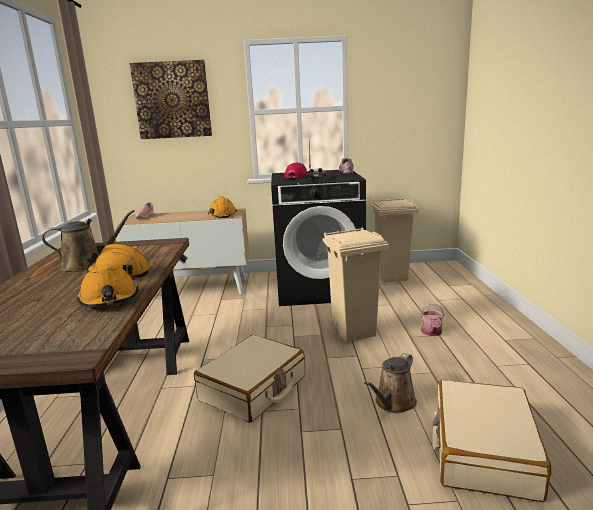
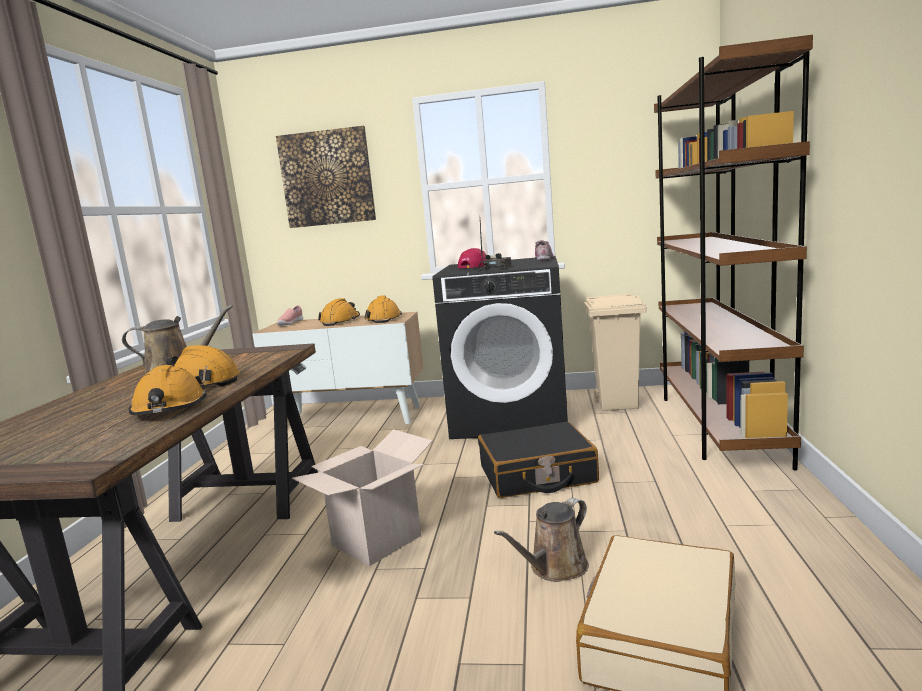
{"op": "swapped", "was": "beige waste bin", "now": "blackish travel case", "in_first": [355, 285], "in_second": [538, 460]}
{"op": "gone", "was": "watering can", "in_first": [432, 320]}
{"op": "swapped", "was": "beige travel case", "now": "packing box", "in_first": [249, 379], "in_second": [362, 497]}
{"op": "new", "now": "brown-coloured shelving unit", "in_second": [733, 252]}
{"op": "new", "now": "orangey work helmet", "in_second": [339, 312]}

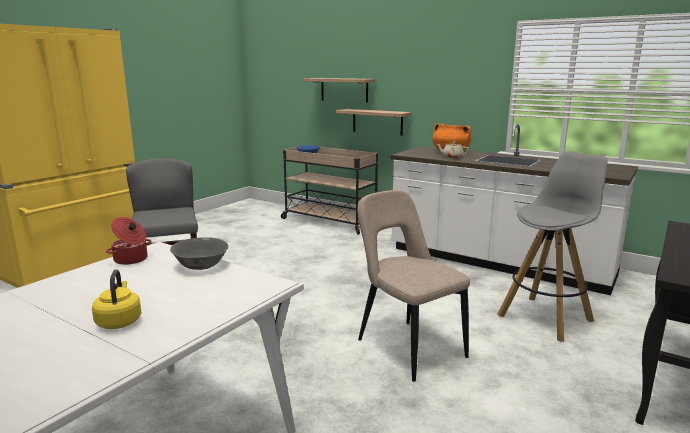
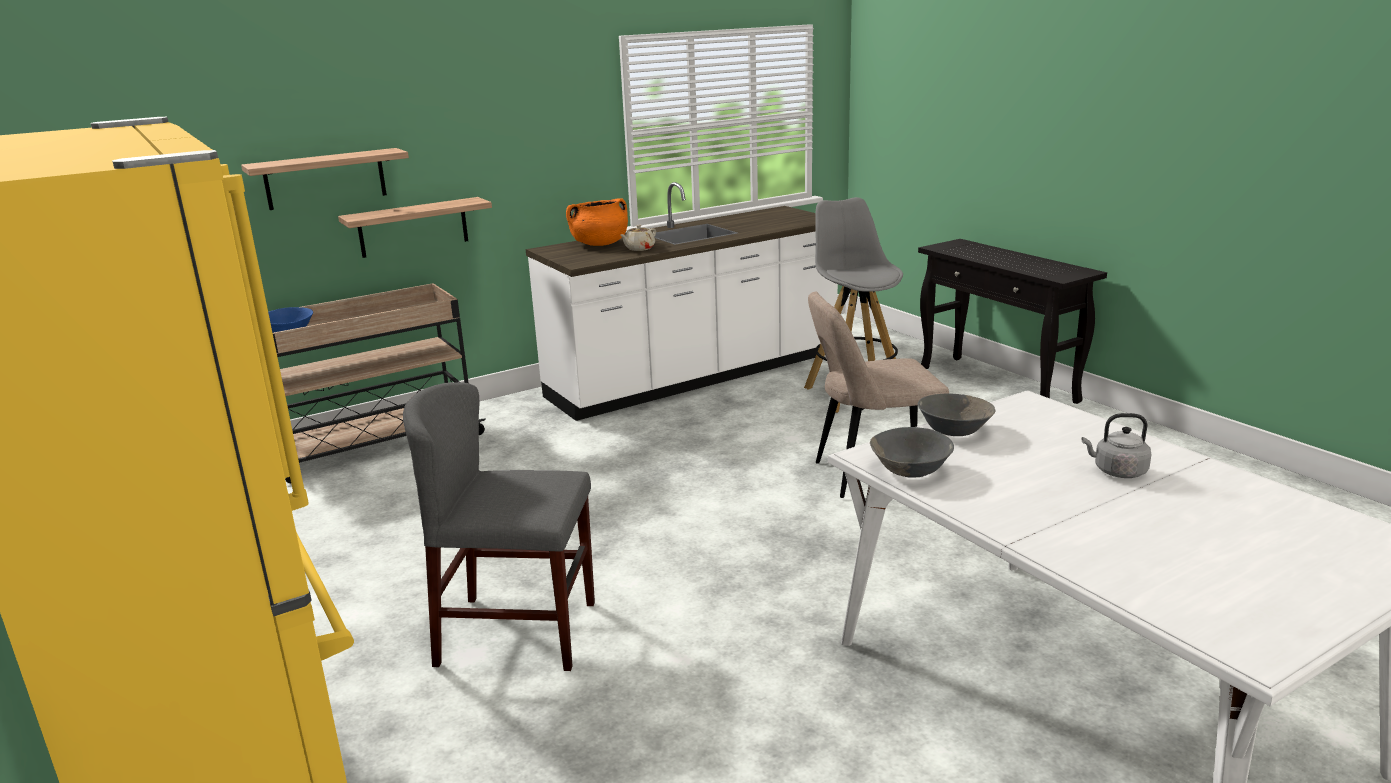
{"op": "swapped", "was": "saucepot", "now": "greyish serving bowl", "in_first": [129, 241], "in_second": [912, 452]}
{"op": "repainted", "was": "yellow-coloured kettle", "now": "greyish kettle", "in_first": [116, 299], "in_second": [1117, 445]}

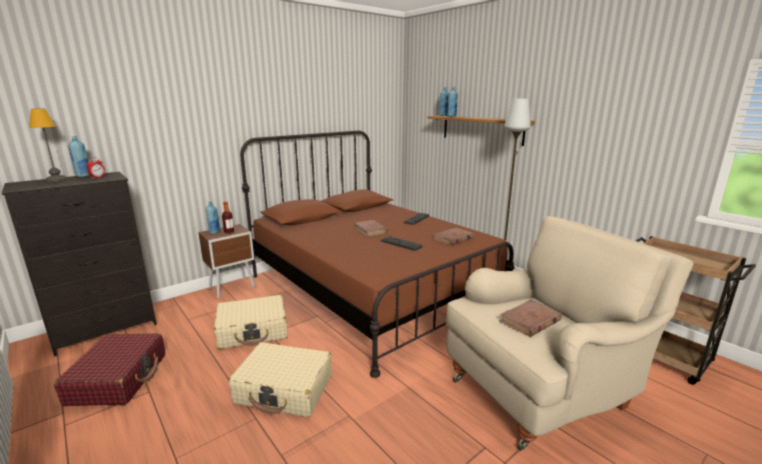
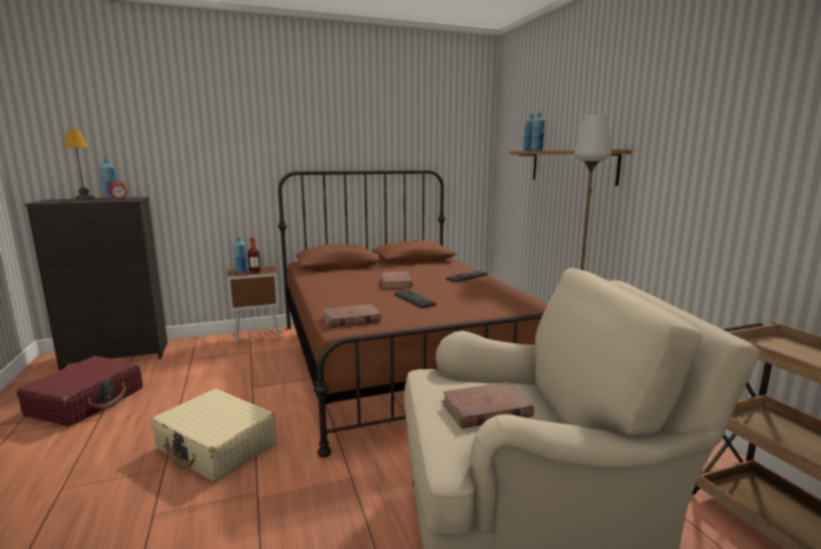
{"op": "shifted", "was": "brown-coloured bound book", "in_first": [453, 236], "in_second": [351, 316]}
{"op": "gone", "was": "beige travel case", "in_first": [251, 322]}

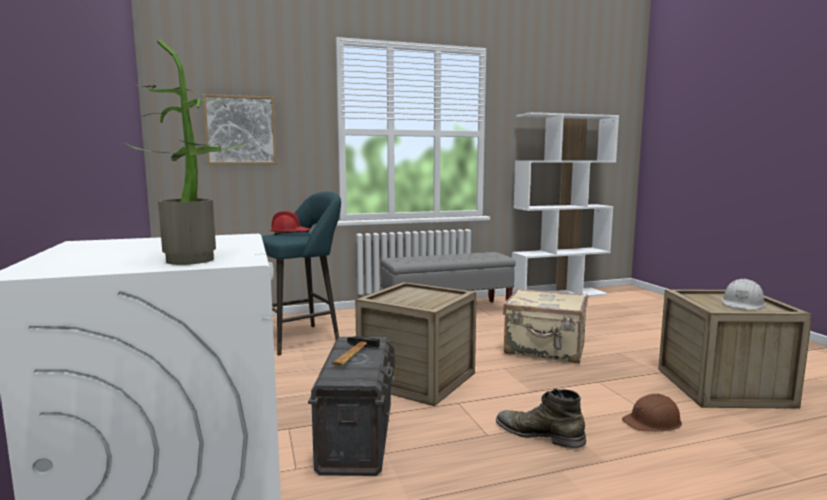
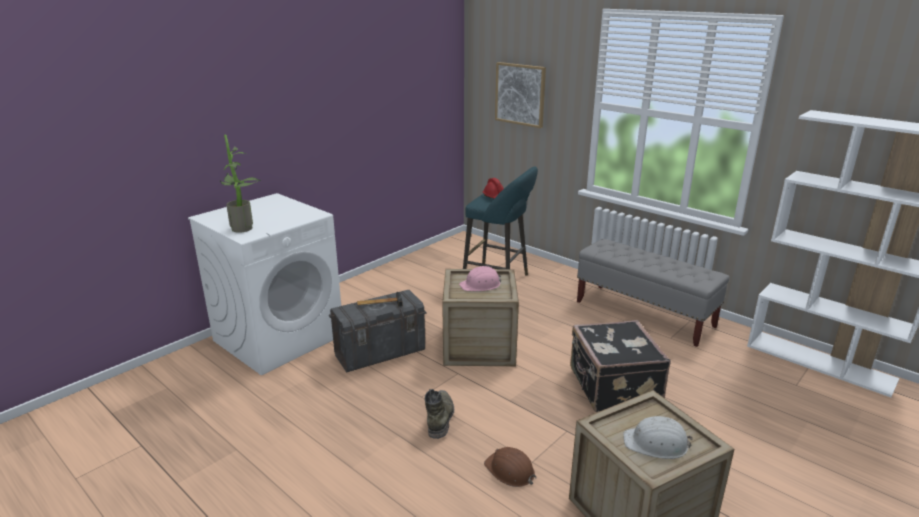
{"op": "repainted", "was": "beige travel case", "now": "blackish travel case", "in_first": [545, 326], "in_second": [620, 366]}
{"op": "new", "now": "pink work helmet", "in_second": [480, 278]}

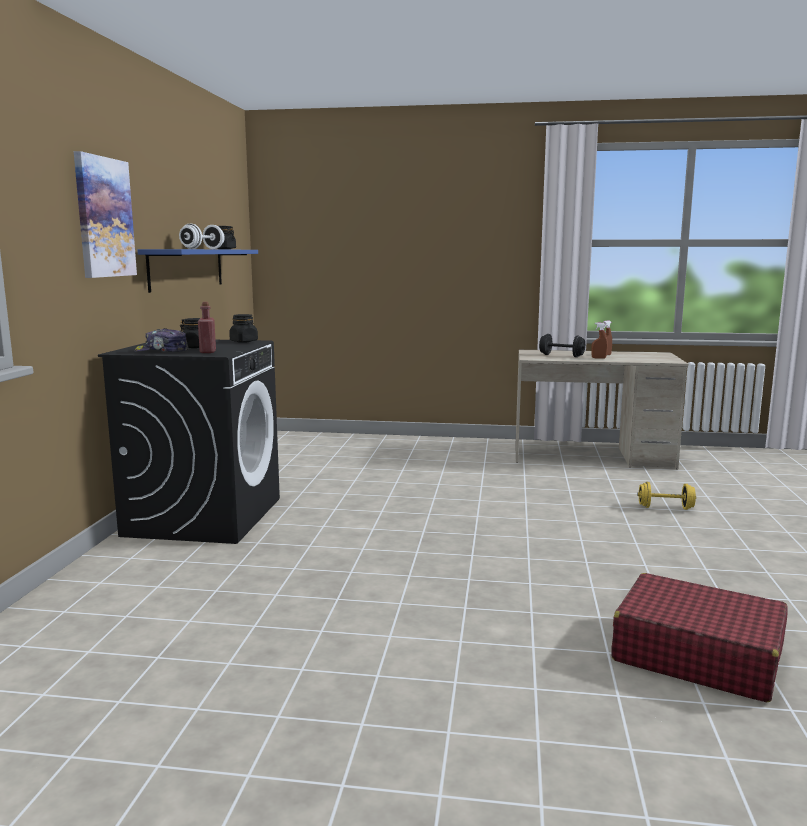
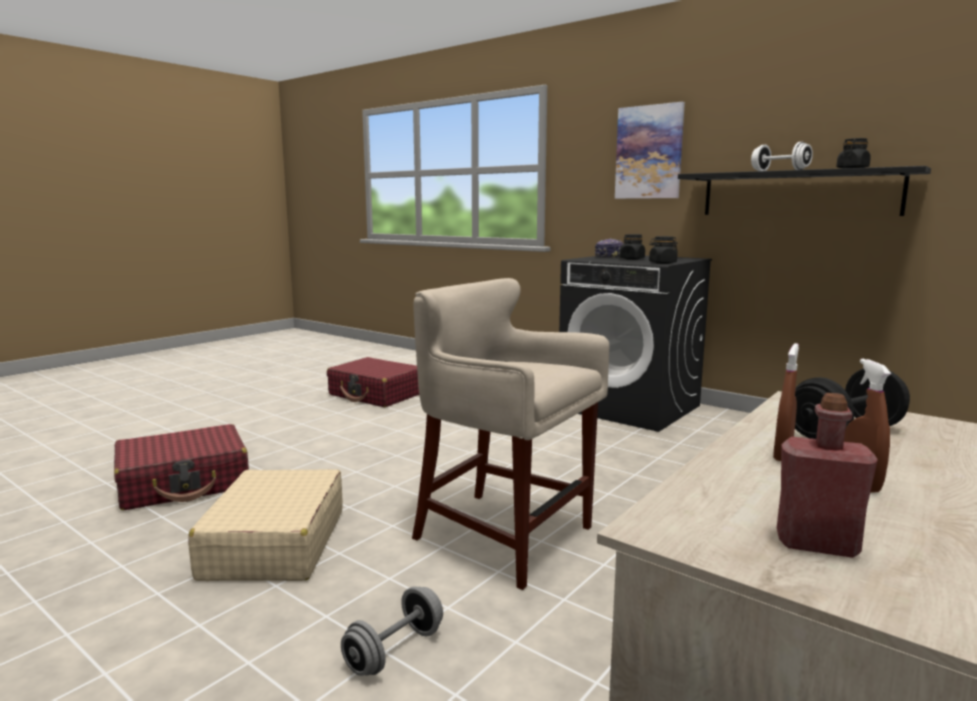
{"op": "repainted", "was": "bluish shelf", "now": "blackish shelf", "in_first": [197, 271], "in_second": [804, 191]}
{"op": "shifted", "was": "reddish drink bottle", "in_first": [207, 327], "in_second": [827, 475]}
{"op": "repainted", "was": "yellow-coloured dumbbell", "now": "greyish dumbbell", "in_first": [666, 496], "in_second": [392, 631]}
{"op": "new", "now": "beige stool seat", "in_second": [510, 434]}
{"op": "new", "now": "reddish travel case", "in_second": [373, 382]}
{"op": "new", "now": "beige travel case", "in_second": [265, 525]}

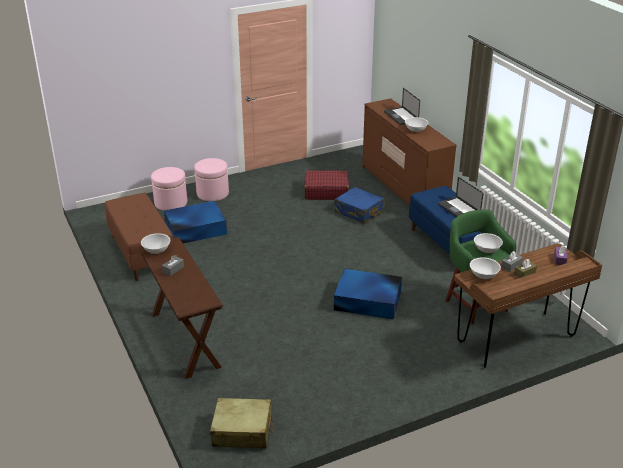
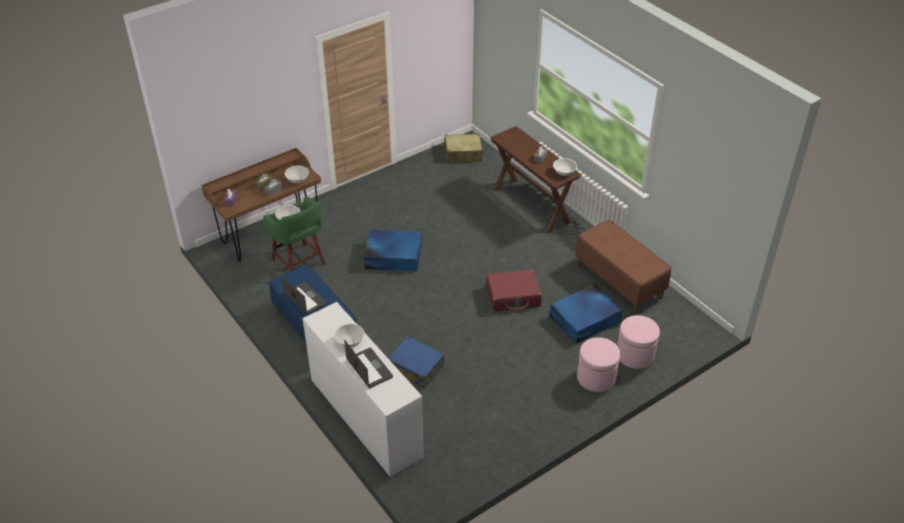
{"op": "repainted", "was": "brown-coloured chest of drawers", "now": "whitish chest of drawers", "in_first": [409, 152], "in_second": [363, 389]}
{"op": "shifted", "was": "reddish travel case", "in_first": [326, 185], "in_second": [514, 290]}

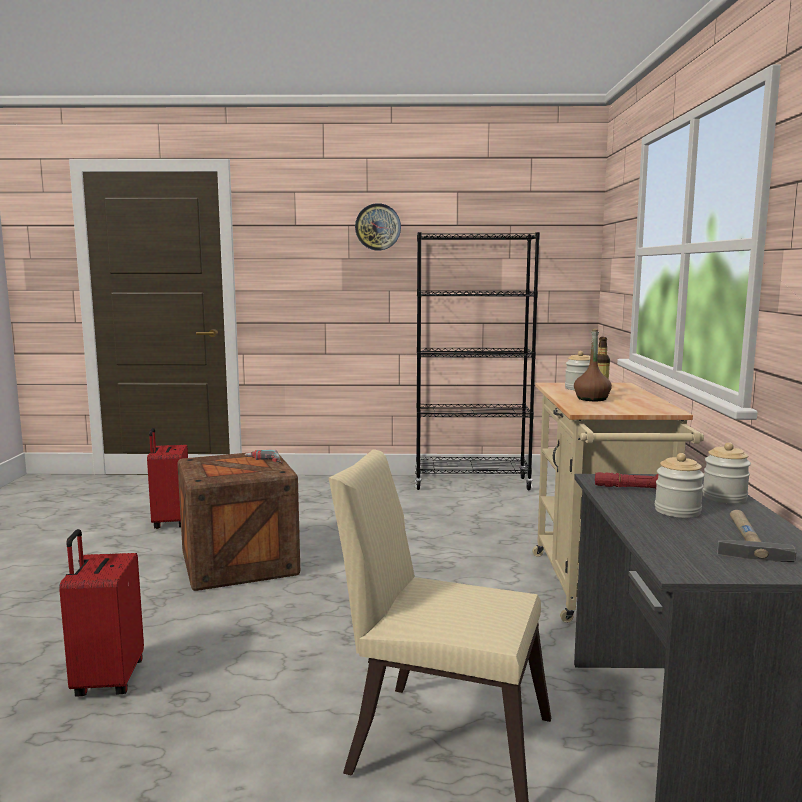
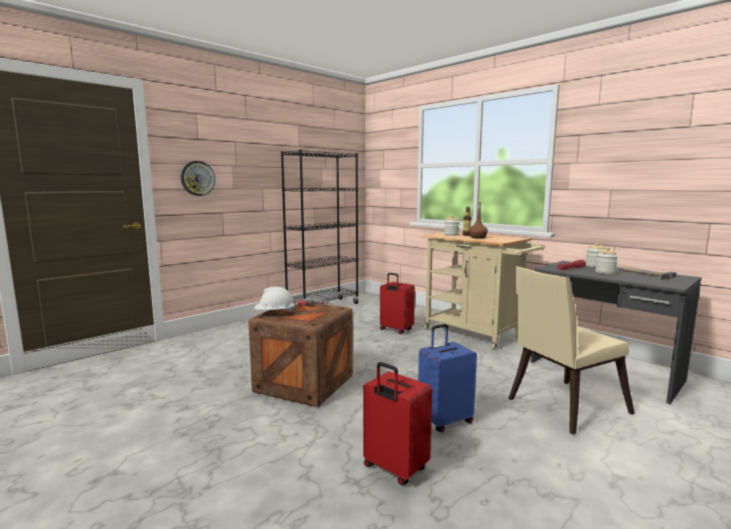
{"op": "shifted", "was": "hanging clock", "in_first": [378, 226], "in_second": [198, 178]}
{"op": "shifted", "was": "reddish travel case", "in_first": [167, 478], "in_second": [397, 303]}
{"op": "new", "now": "whitish work helmet", "in_second": [275, 299]}
{"op": "new", "now": "bluish travel case", "in_second": [447, 378]}

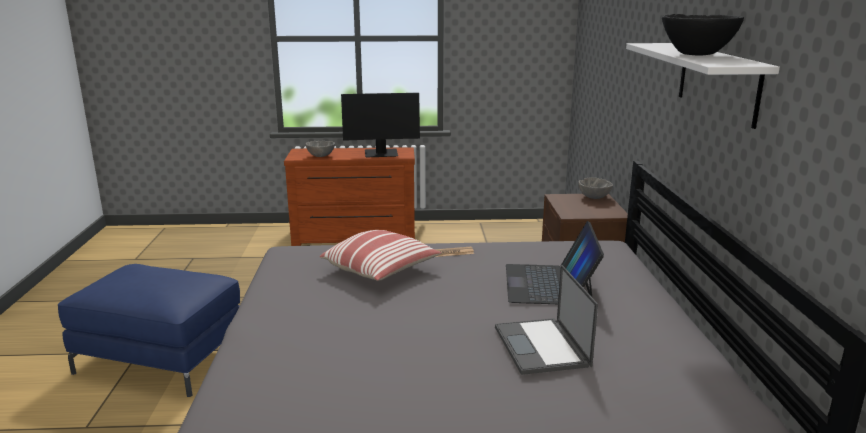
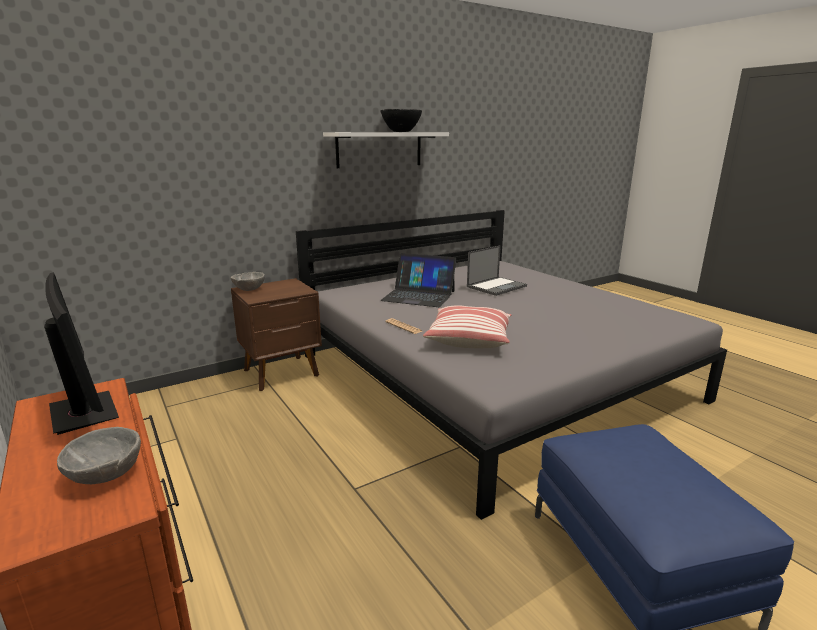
{"op": "rotated", "was": "notebook computer", "in_first": [555, 262], "in_second": [418, 280], "clockwise": 45}

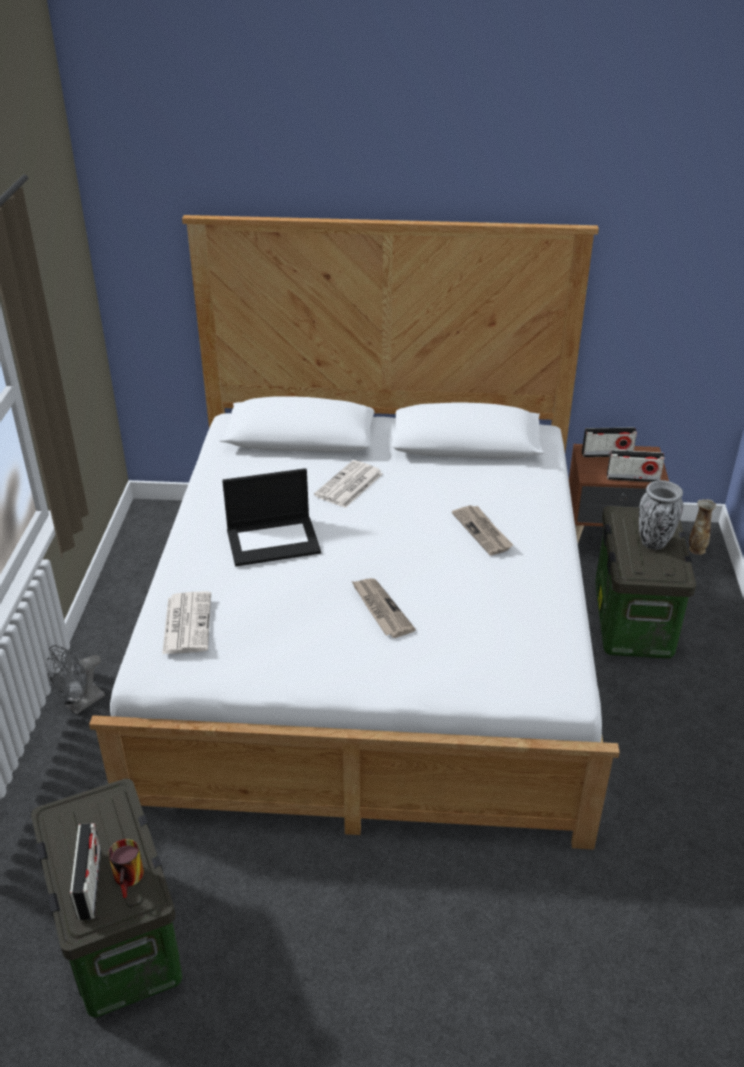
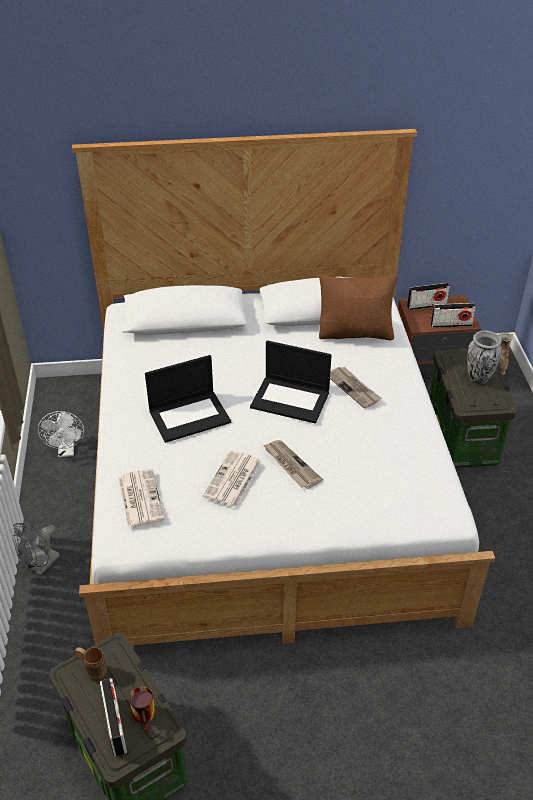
{"op": "shifted", "was": "daily paper", "in_first": [348, 484], "in_second": [232, 479]}
{"op": "new", "now": "brown-coloured throw pillow", "in_second": [358, 306]}
{"op": "new", "now": "notebook computer", "in_second": [290, 382]}
{"op": "new", "now": "whitish cooling fan", "in_second": [61, 434]}
{"op": "new", "now": "brown-coloured coffee mug", "in_second": [90, 664]}

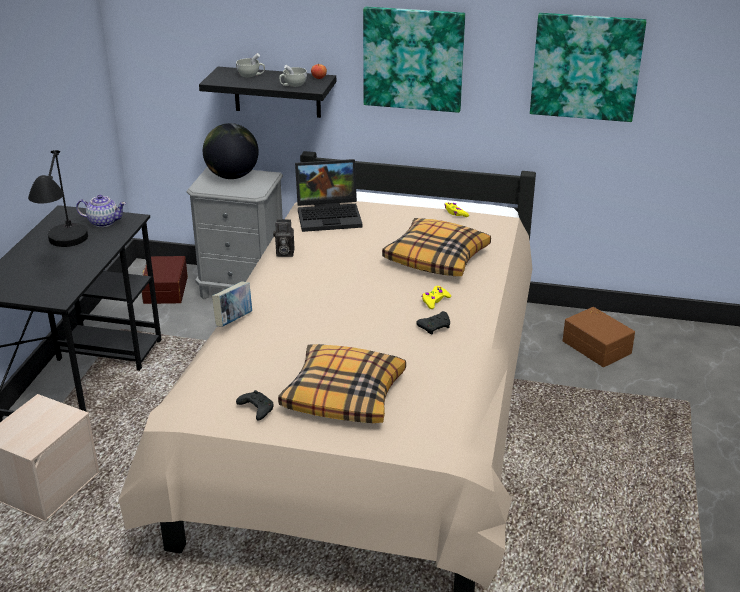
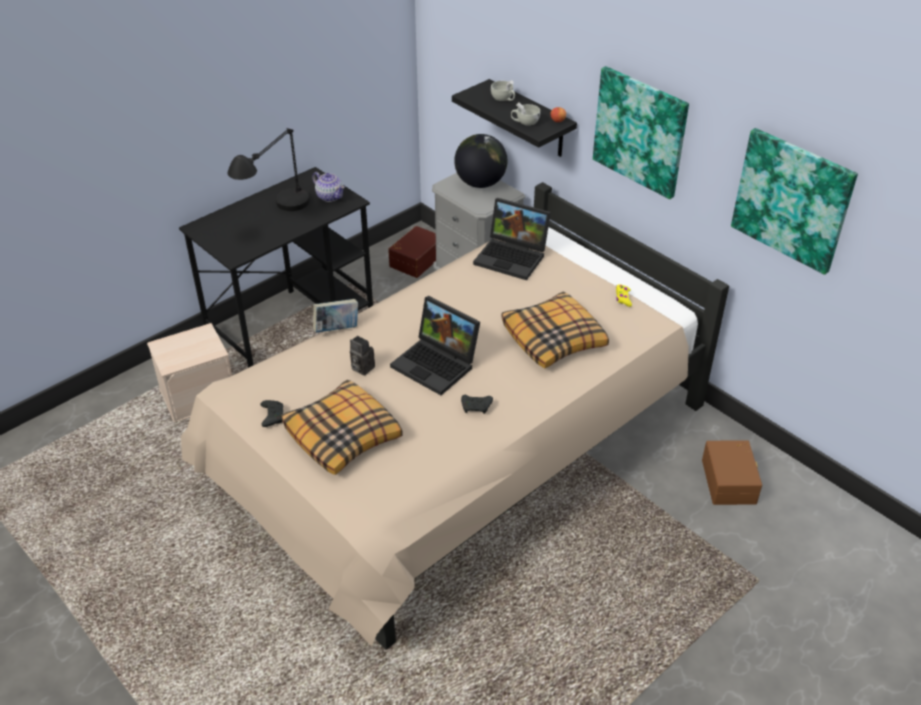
{"op": "shifted", "was": "photo camera", "in_first": [283, 238], "in_second": [362, 356]}
{"op": "gone", "was": "yellow-coloured gamepad", "in_first": [436, 297]}
{"op": "new", "now": "notebook computer", "in_second": [435, 345]}

